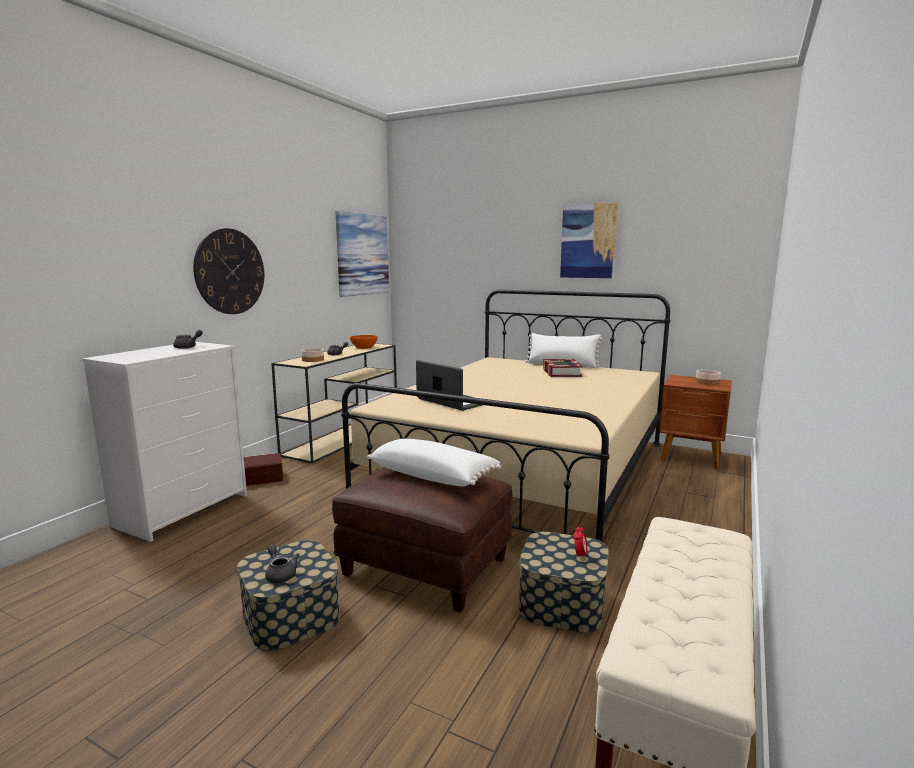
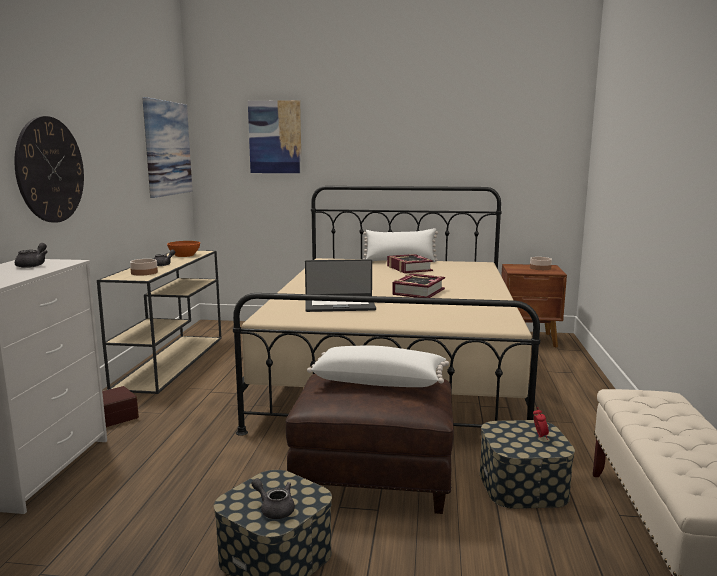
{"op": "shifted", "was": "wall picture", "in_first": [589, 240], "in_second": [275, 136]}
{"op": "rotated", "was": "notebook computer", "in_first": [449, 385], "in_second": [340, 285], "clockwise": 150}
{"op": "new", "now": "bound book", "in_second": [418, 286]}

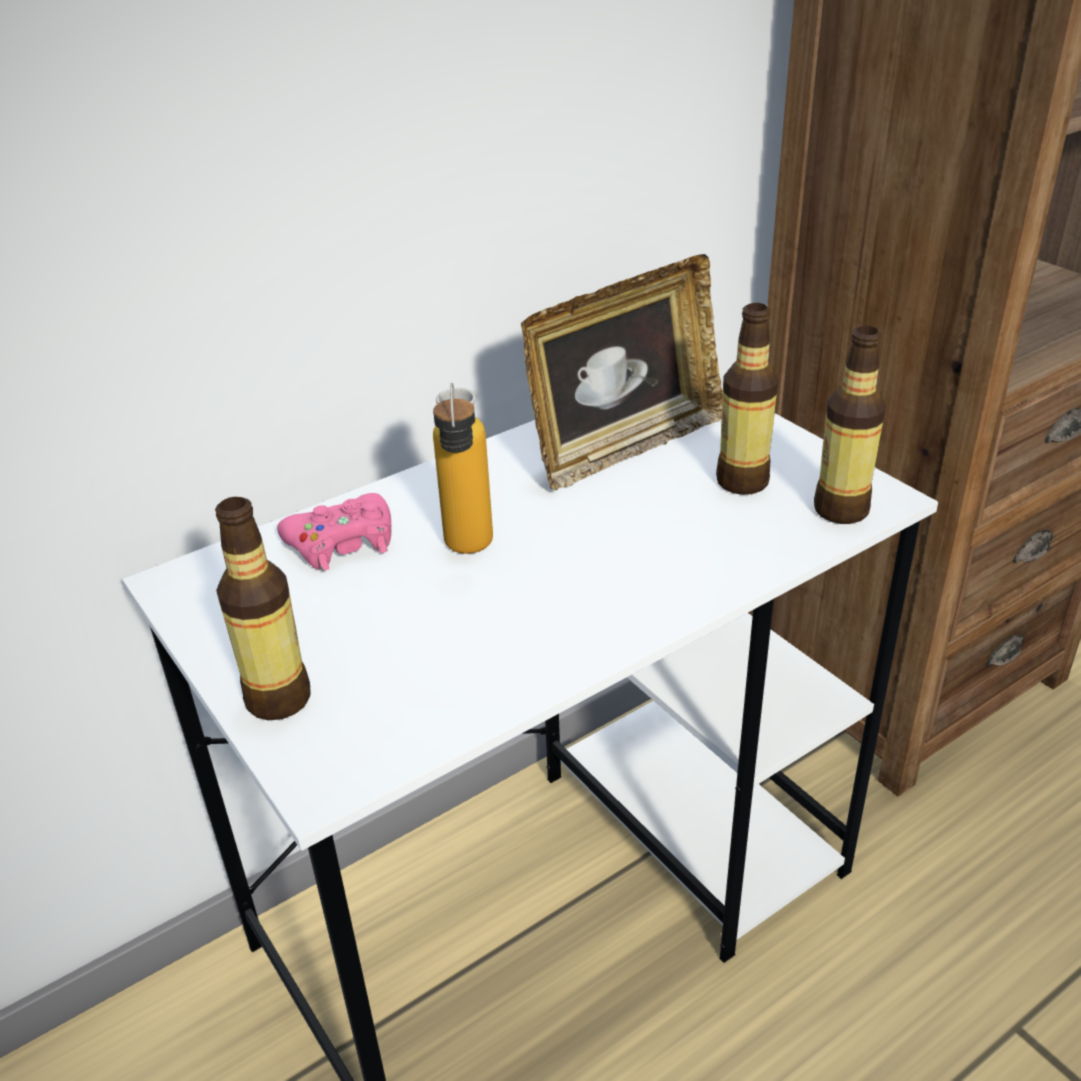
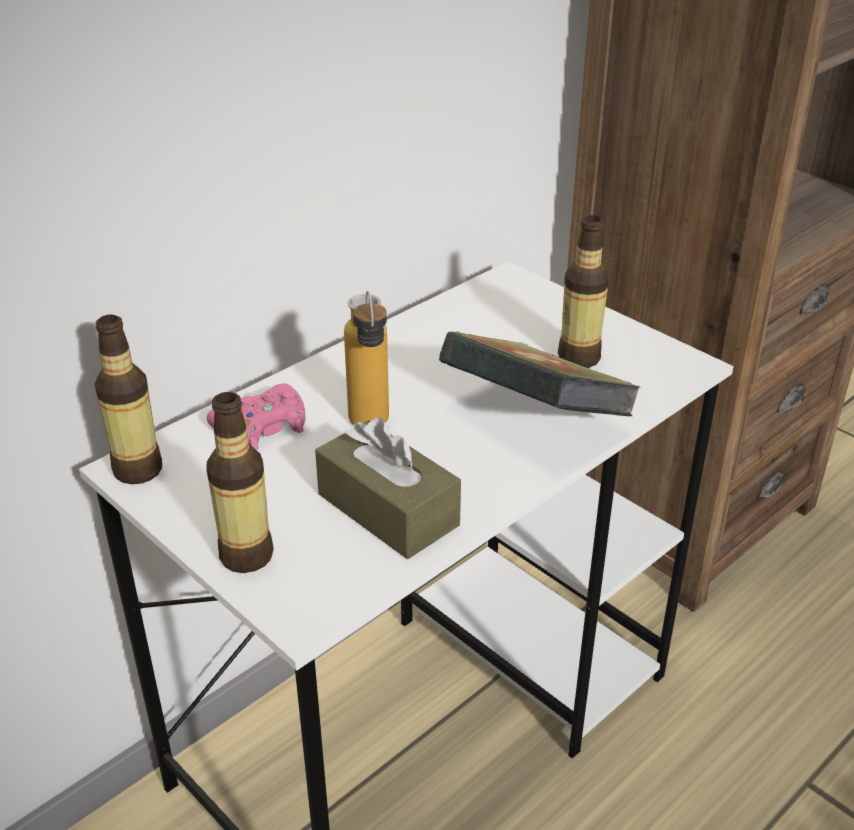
{"op": "gone", "was": "photo frame", "in_first": [622, 372]}
{"op": "shifted", "was": "drink bottle", "in_first": [850, 425], "in_second": [128, 399]}
{"op": "new", "now": "bound book", "in_second": [540, 373]}
{"op": "new", "now": "brown-coloured tissue holder", "in_second": [388, 488]}

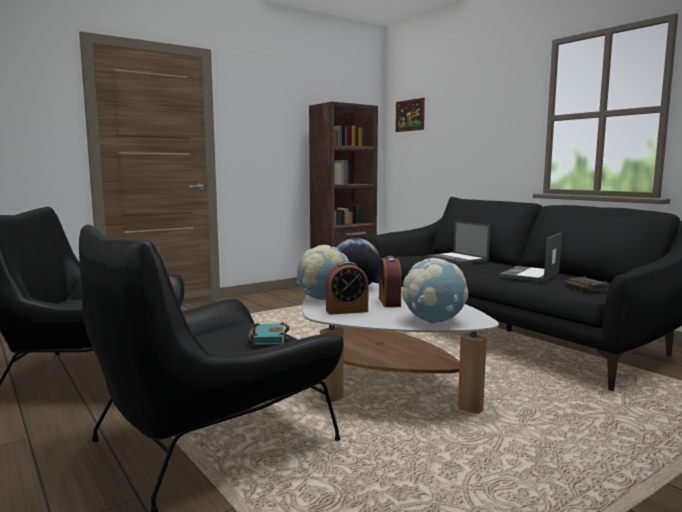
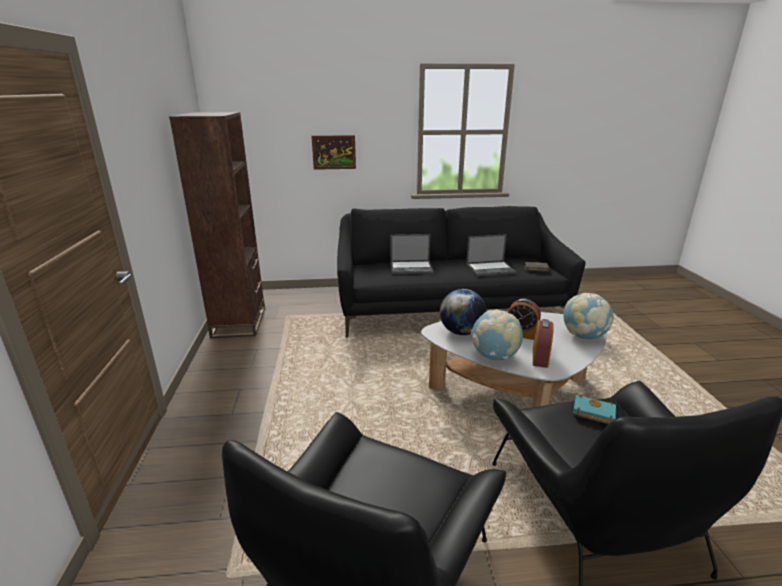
{"op": "shifted", "was": "wall picture", "in_first": [410, 115], "in_second": [333, 152]}
{"op": "rotated", "was": "notebook computer", "in_first": [530, 257], "in_second": [491, 255], "clockwise": -75}

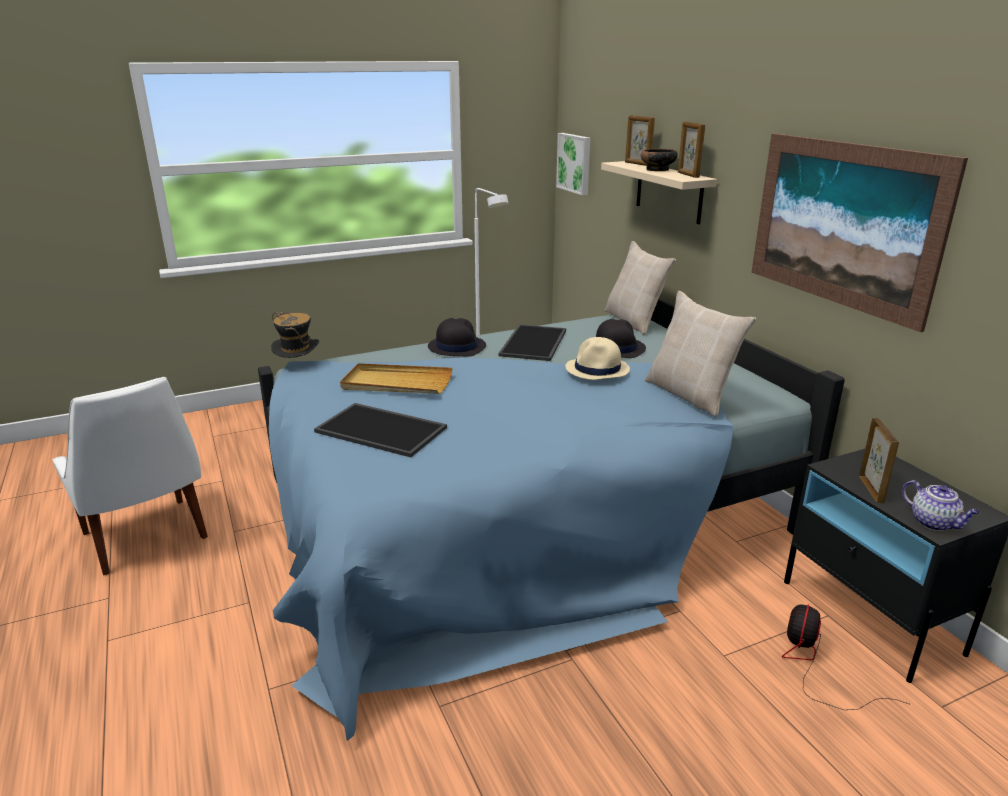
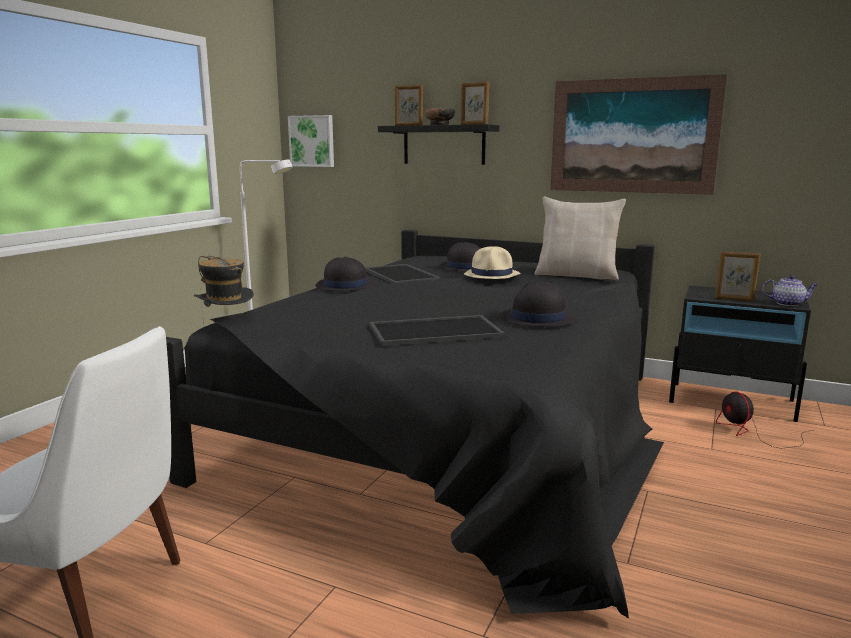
{"op": "repainted", "was": "beige shelf", "now": "blackish shelf", "in_first": [659, 192], "in_second": [438, 144]}
{"op": "gone", "was": "beige throw pillow", "in_first": [640, 288]}
{"op": "repainted", "was": "bluish bedroom bed", "now": "blackish bedroom bed", "in_first": [551, 520], "in_second": [415, 424]}
{"op": "gone", "was": "beige serving tray", "in_first": [396, 378]}
{"op": "rotated", "was": "photo frame", "in_first": [879, 460], "in_second": [738, 276], "clockwise": 150}
{"op": "new", "now": "blackish wearable hat", "in_second": [537, 304]}

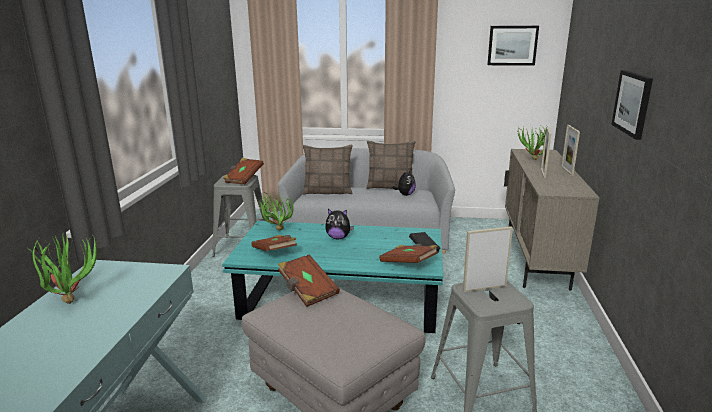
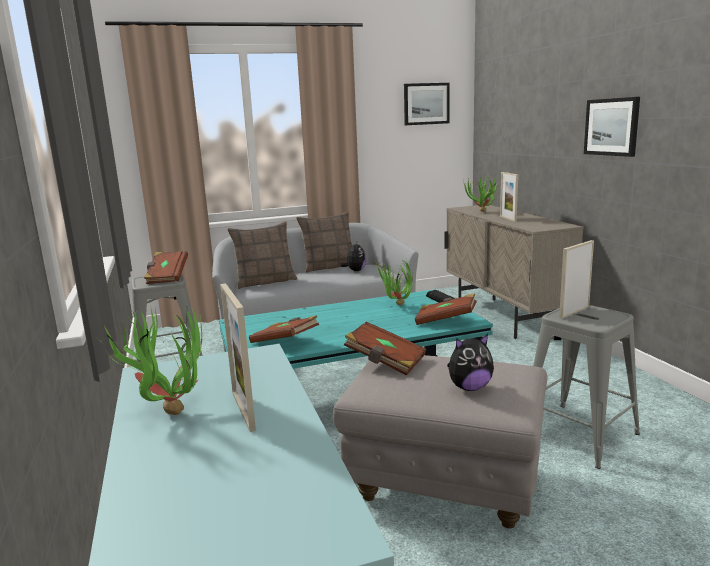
{"op": "shifted", "was": "photo frame", "in_first": [570, 150], "in_second": [238, 357]}
{"op": "shifted", "was": "plant in a pot", "in_first": [276, 210], "in_second": [393, 283]}
{"op": "shifted", "was": "plush toy", "in_first": [339, 224], "in_second": [470, 362]}

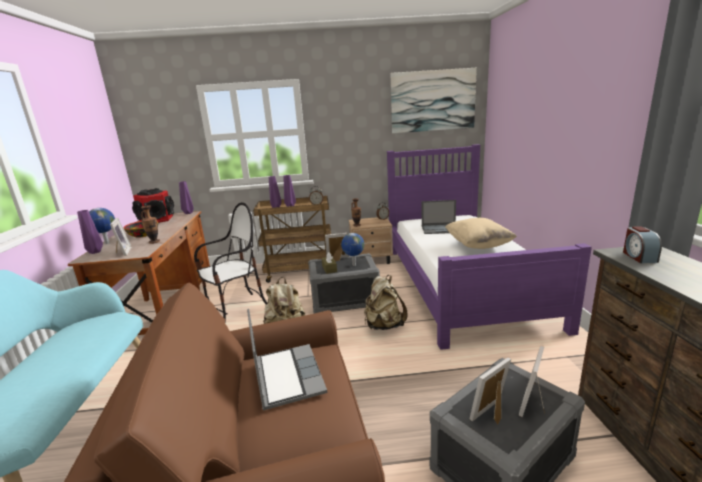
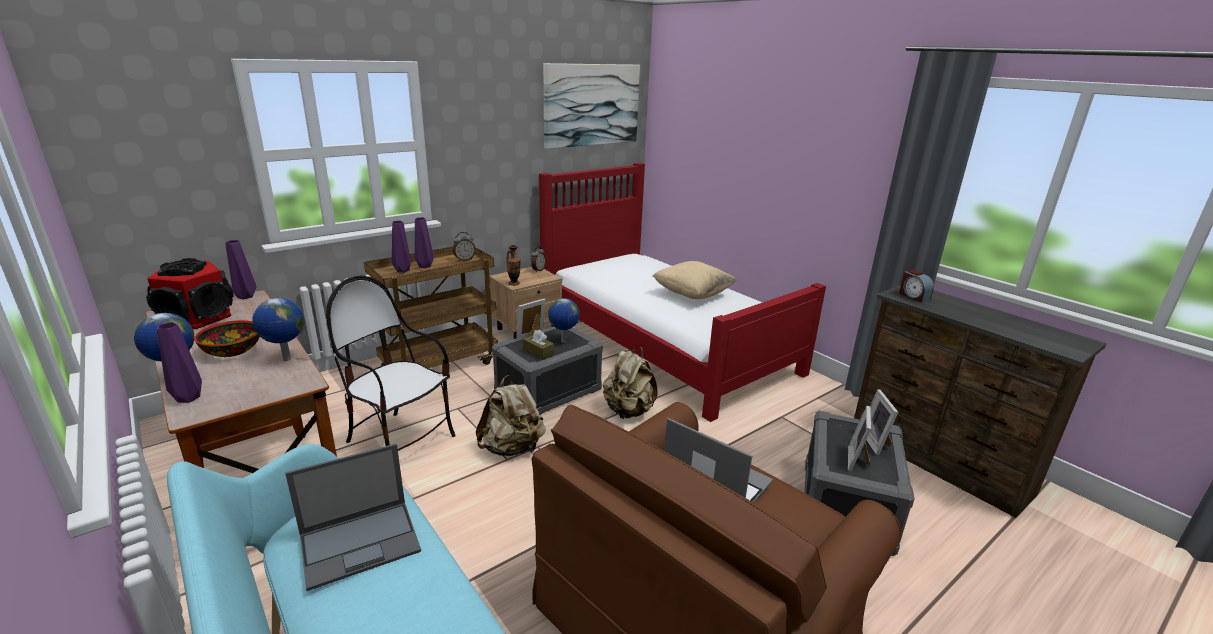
{"op": "repainted", "was": "purple-coloured bedroom bed", "now": "reddish bedroom bed", "in_first": [489, 247], "in_second": [682, 292]}
{"op": "shifted", "was": "notebook computer", "in_first": [439, 217], "in_second": [353, 517]}
{"op": "rotated", "was": "upright chair", "in_first": [230, 262], "in_second": [391, 363], "clockwise": -75}
{"op": "swapped", "was": "vase", "now": "world globe", "in_first": [150, 224], "in_second": [278, 329]}
{"op": "gone", "was": "photo frame", "in_first": [121, 237]}

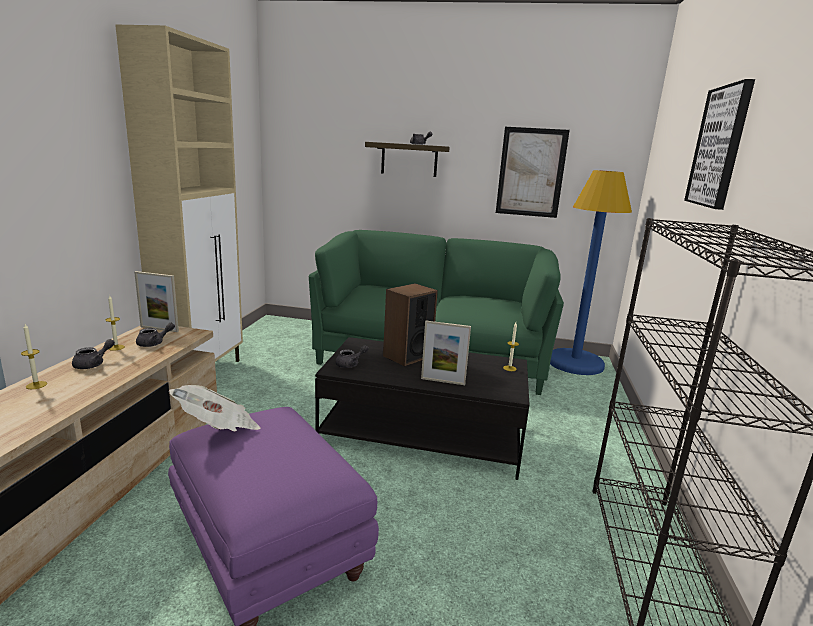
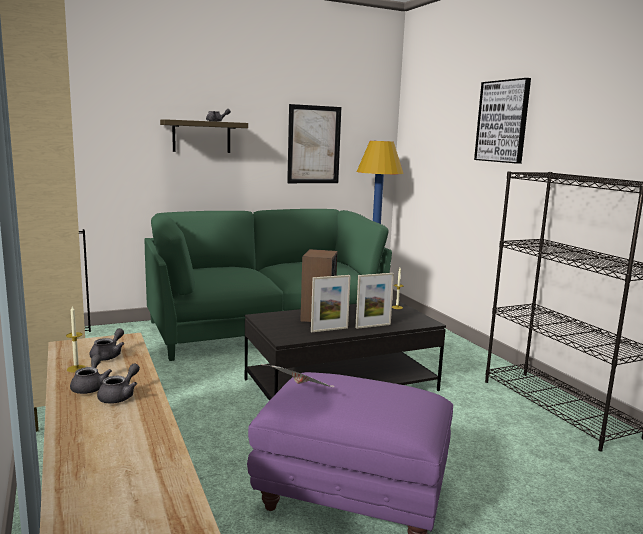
{"op": "shifted", "was": "photo frame", "in_first": [156, 301], "in_second": [331, 303]}
{"op": "gone", "was": "wax candle", "in_first": [34, 356]}
{"op": "shifted", "was": "greyish pot for tea", "in_first": [352, 356], "in_second": [118, 384]}

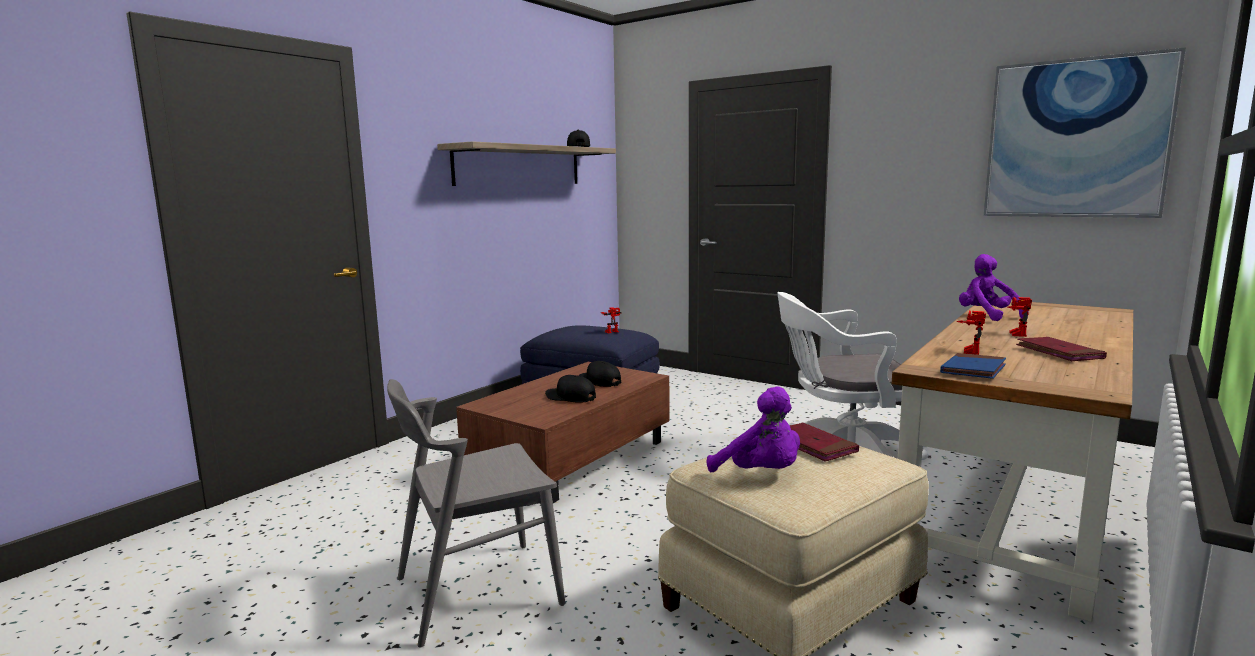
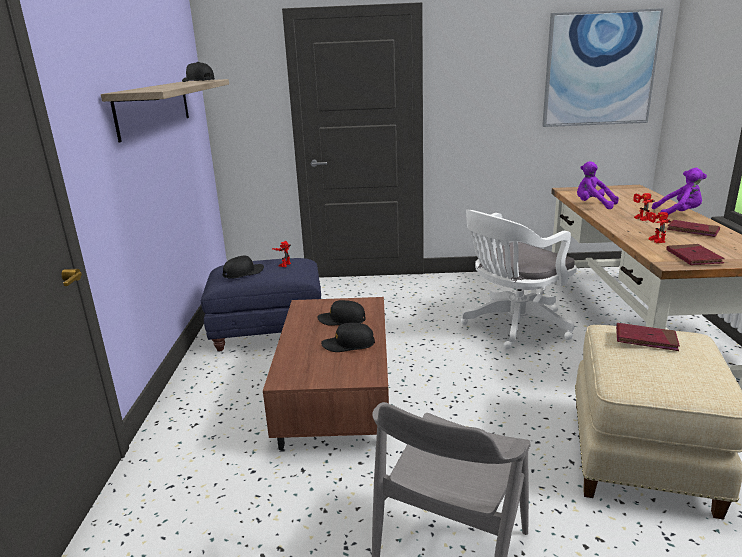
{"op": "repainted", "was": "bluish bound book", "now": "reddish bound book", "in_first": [973, 366], "in_second": [695, 254]}
{"op": "shifted", "was": "purple-coloured plush toy", "in_first": [753, 429], "in_second": [679, 191]}
{"op": "new", "now": "blackish peaked cap", "in_second": [243, 267]}

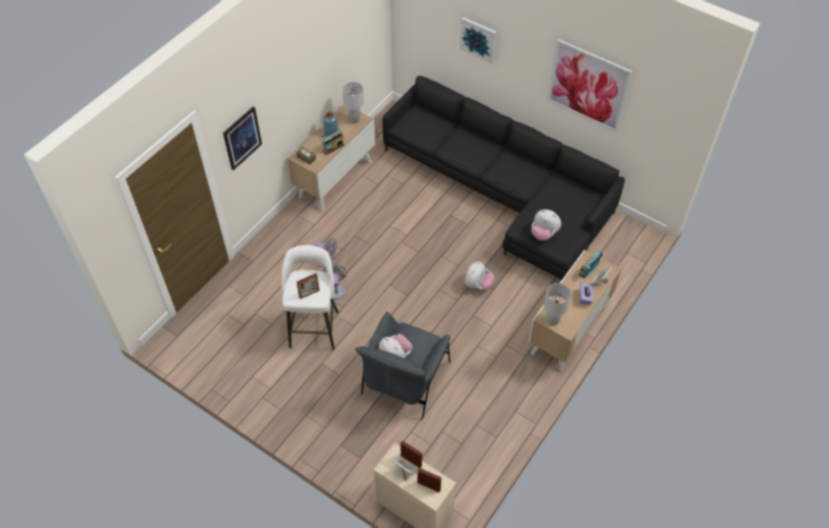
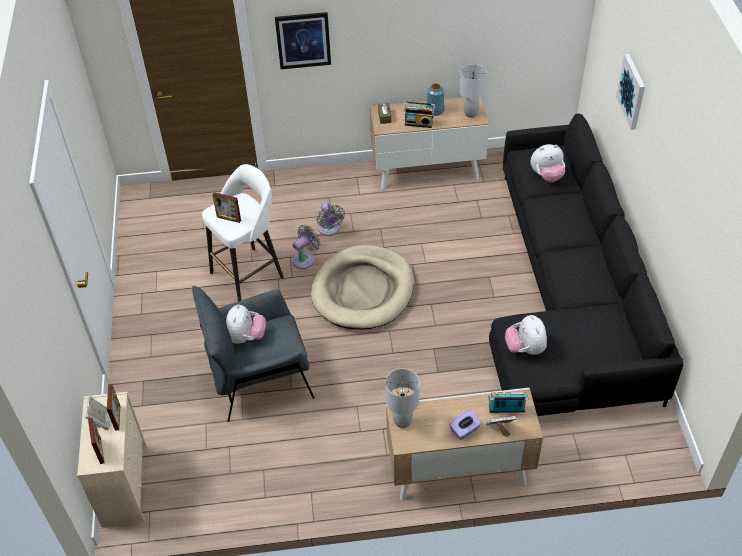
{"op": "gone", "was": "wall picture", "in_first": [589, 85]}
{"op": "shifted", "was": "plush toy", "in_first": [479, 276], "in_second": [548, 163]}
{"op": "new", "now": "beige pet bed", "in_second": [362, 287]}

